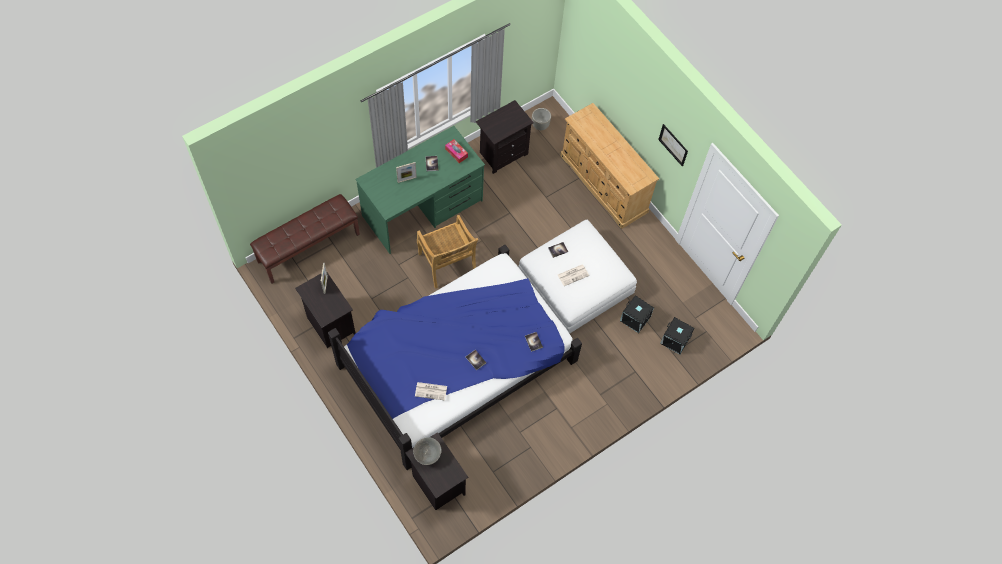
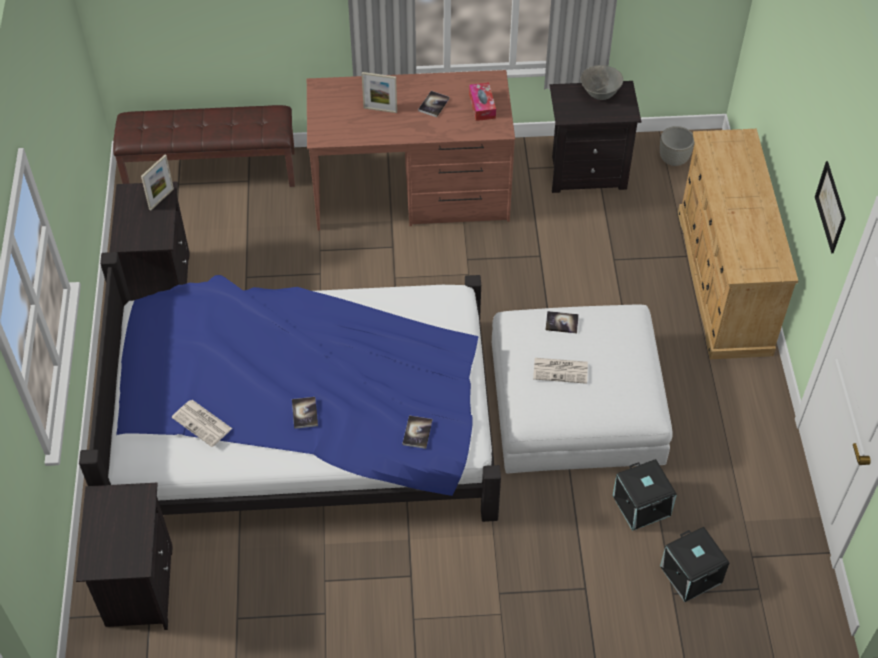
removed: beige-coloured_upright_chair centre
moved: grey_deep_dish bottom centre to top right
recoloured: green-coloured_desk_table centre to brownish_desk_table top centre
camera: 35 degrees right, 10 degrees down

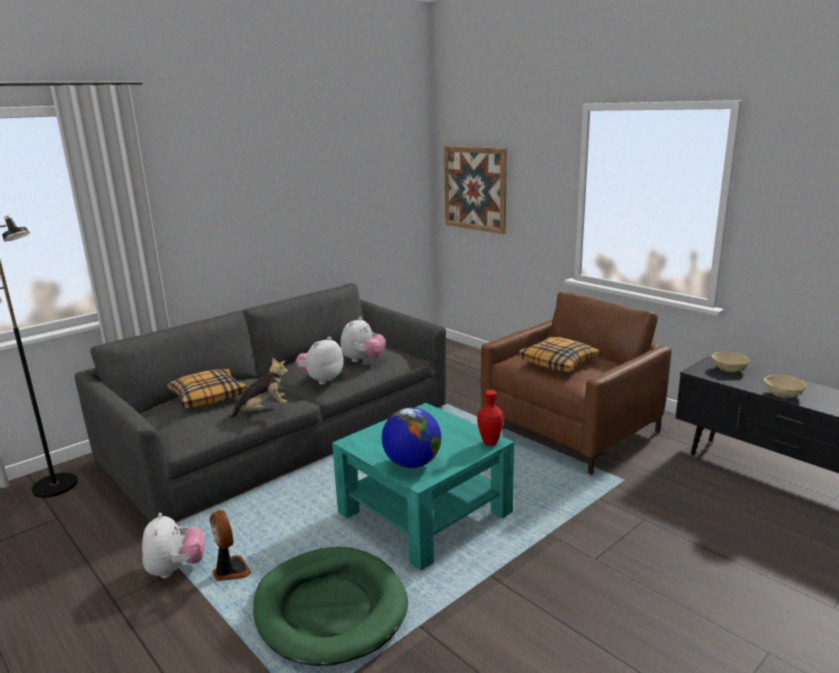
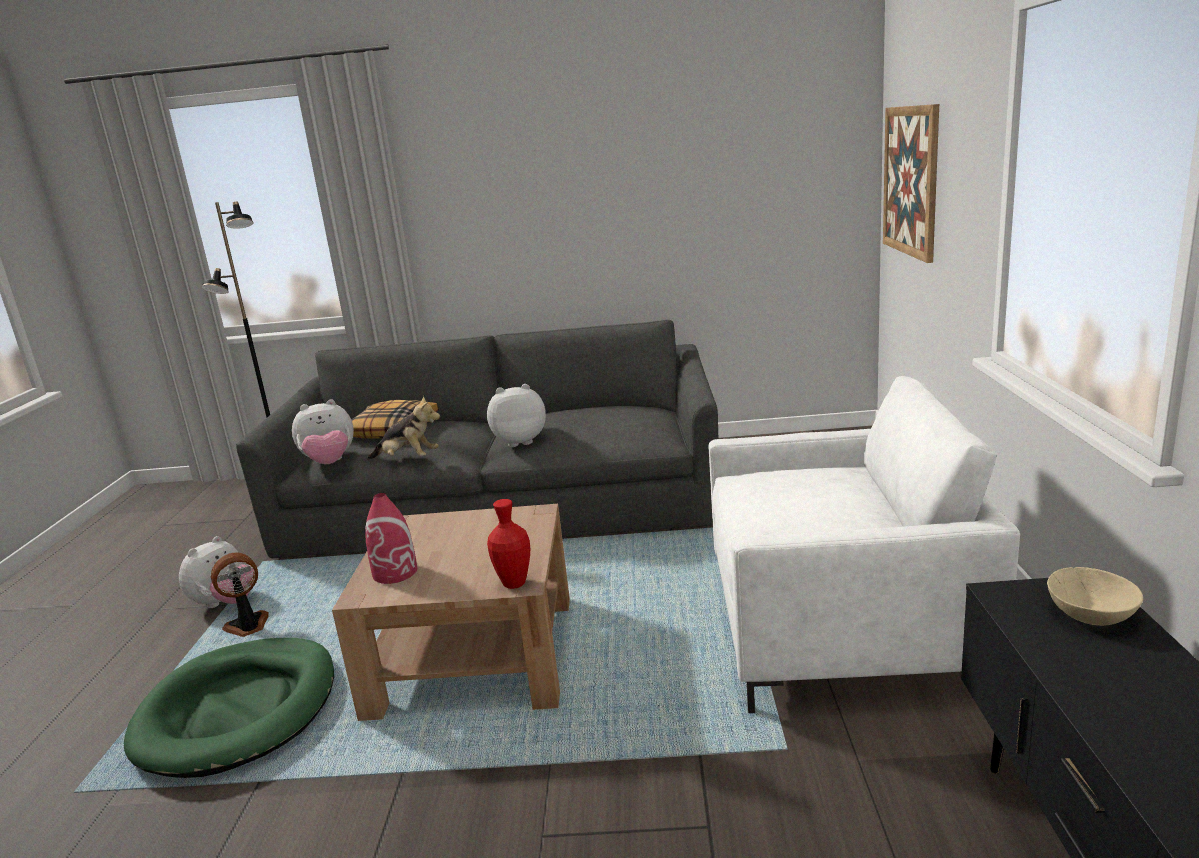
removed: pillow (2nd from left) centre; beige-coloured_deep_dish (2nd from left) middle right
moved: plush_toy (4th from left in the first image) centre to plush_toy (2nd from left) middle left
replaced: desk_globe centre to red_flower_vase (1st from left) middle left
recoloured: turquoise-coloured_lounge_table bottom centre to brownish_lounge_table bottom centre; brownish_armchair middle right to white_armchair middle right
turned: fan bottom left = bottom left 135 degrees counterclockwise
camera: 45 degrees right, 0 degrees up

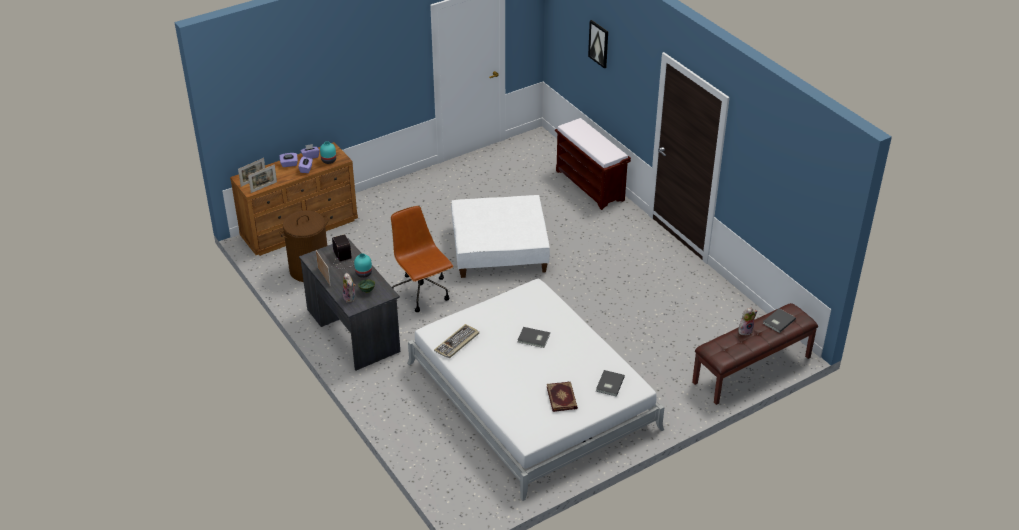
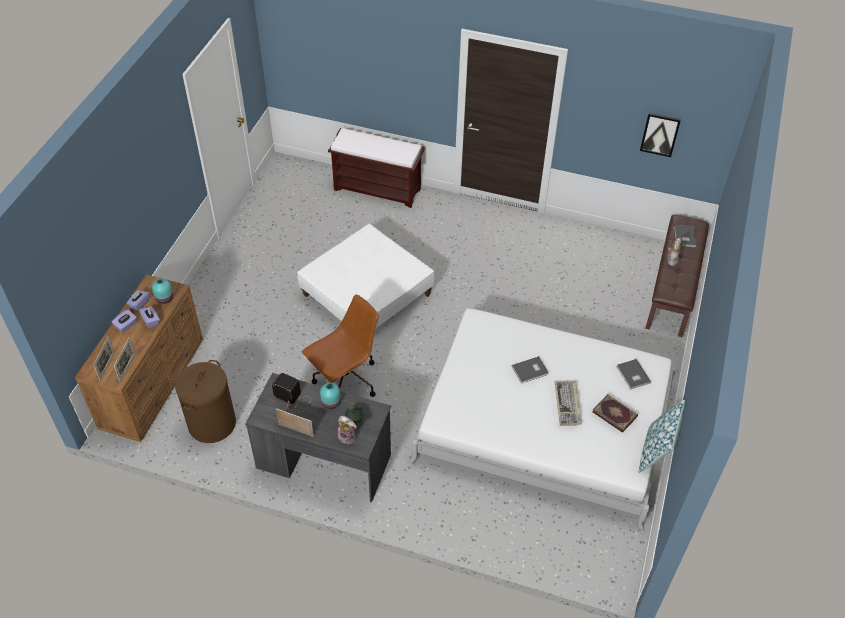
added: pillow bottom right
moved: PC_keyboard centre to middle right; picture top centre to top right
turned: brownish_desk_chair centre = centre 120 degrees clockwise
camera: 40 degrees left, 10 degrees up

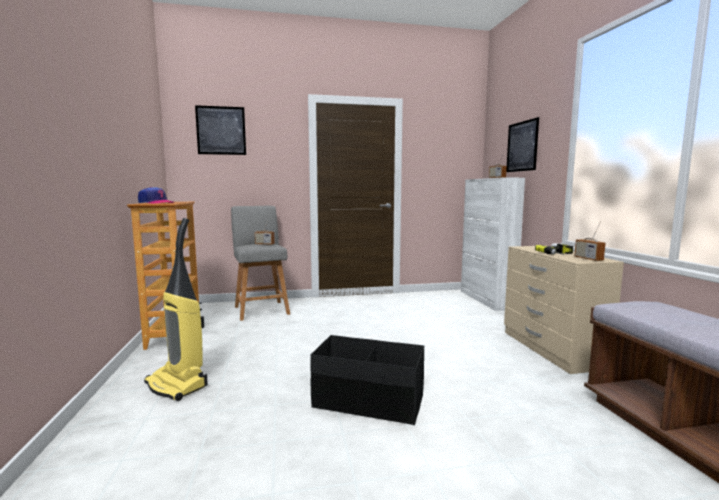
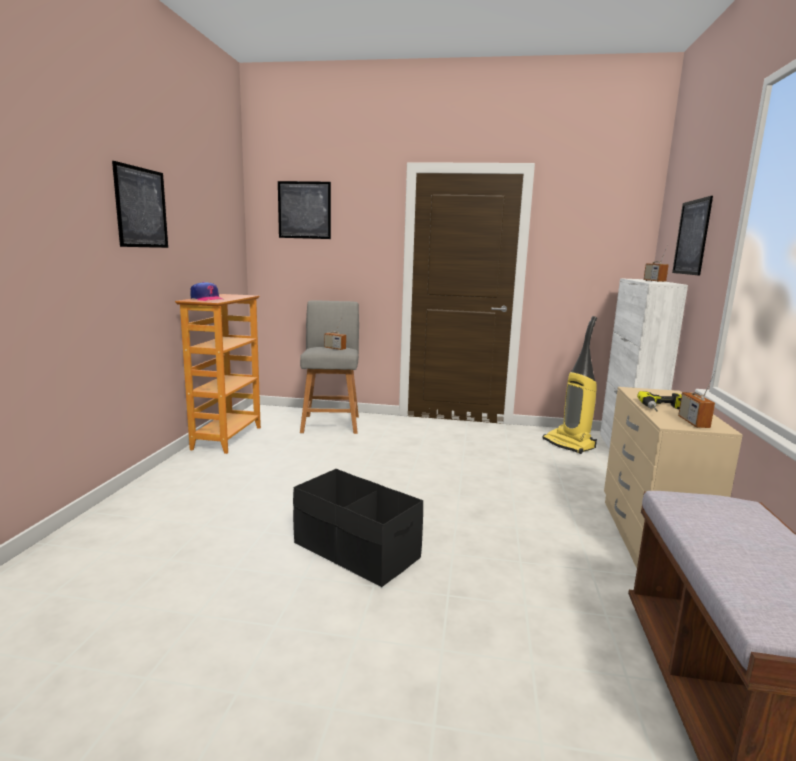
added: picture (1st from left) top left
moved: vacuum middle left to middle right
camera: 20 degrees right, 5 degrees up

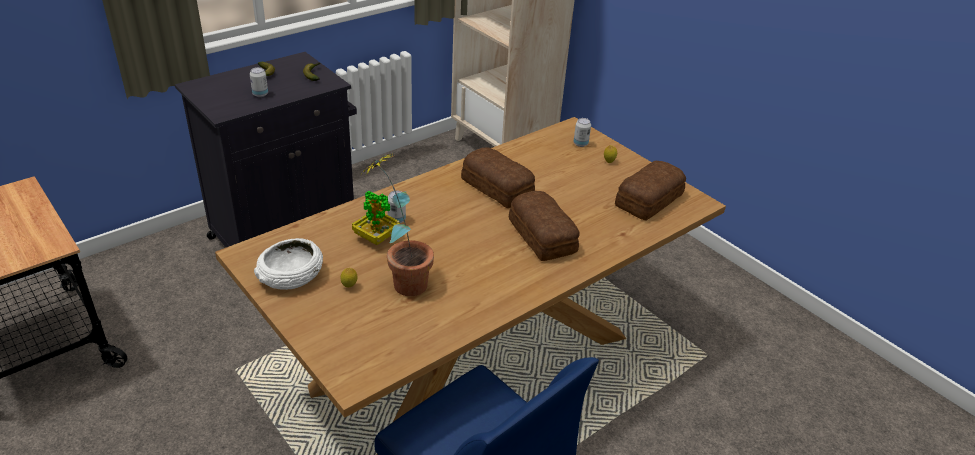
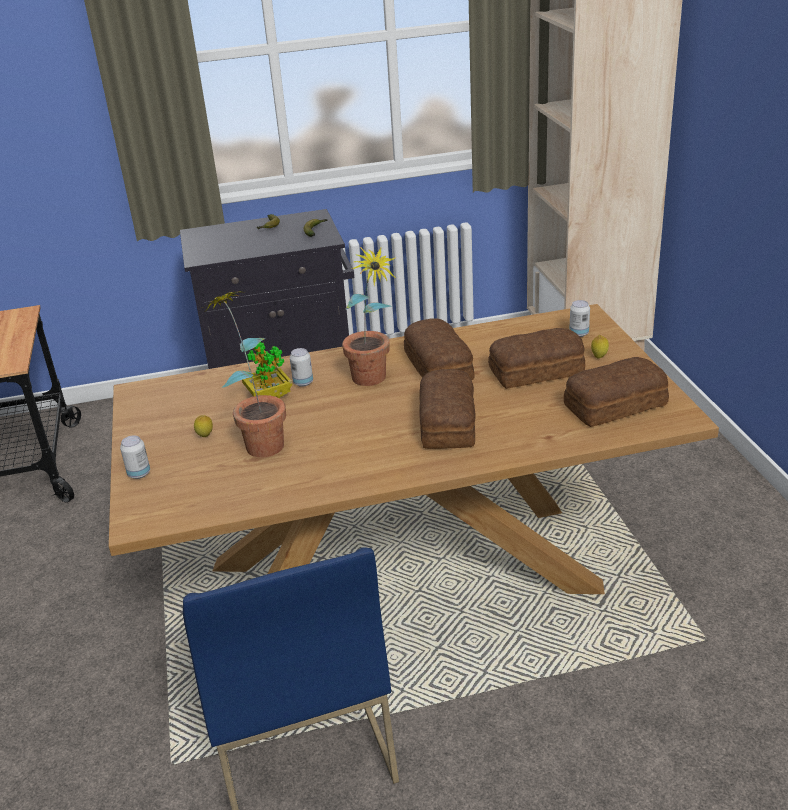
removed: white_deep_dish middle left
added: plant_in_a_pot (3rd from left) centre; bread (3rd from left) middle right
moved: metal_can (1st from left) top left to middle left
camera: 30 degrees right, 5 degrees down

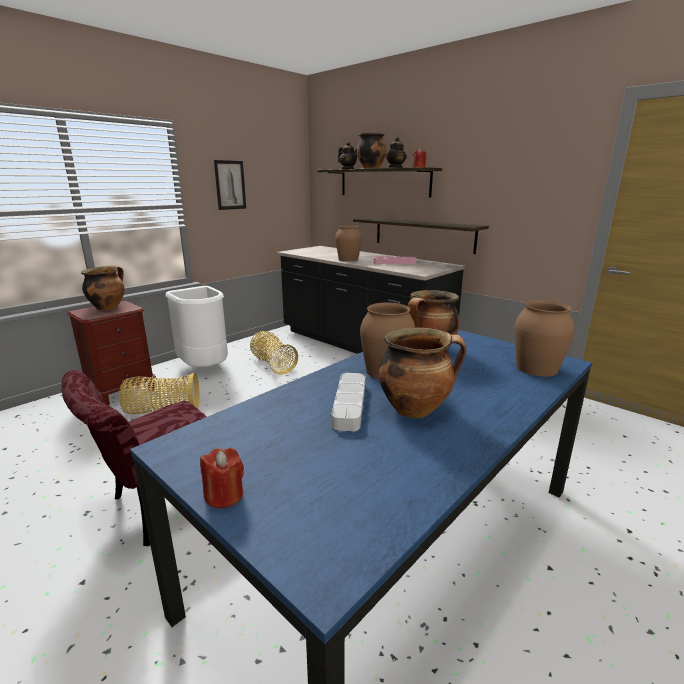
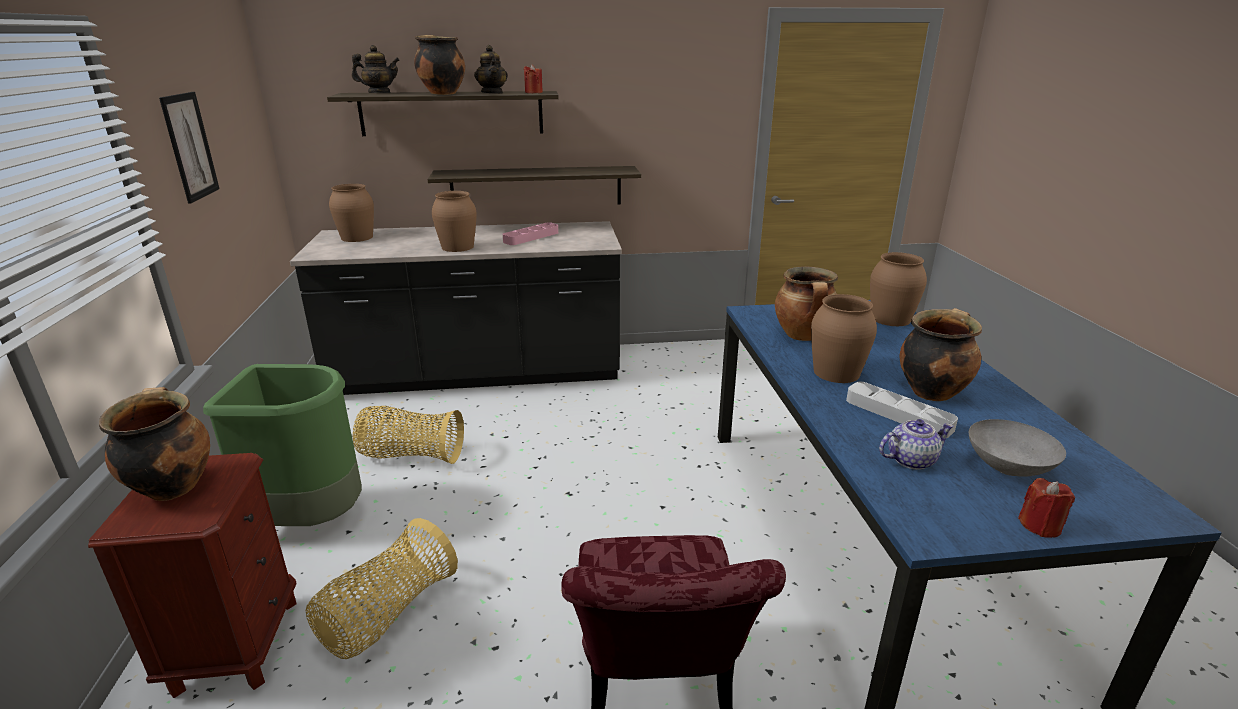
added: brownish_flower_vase (1st from left) top left; pot_for_tea (3rd from left) middle right; grey_deep_dish middle right
recoloured: white_trash_can middle left to green-coloured_trash_can middle left
camera: 50 degrees left, 5 degrees up

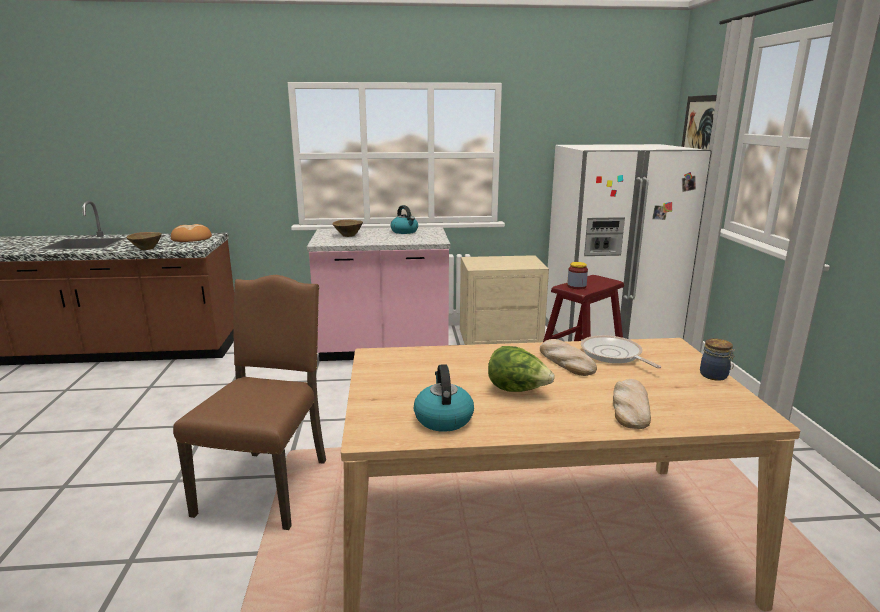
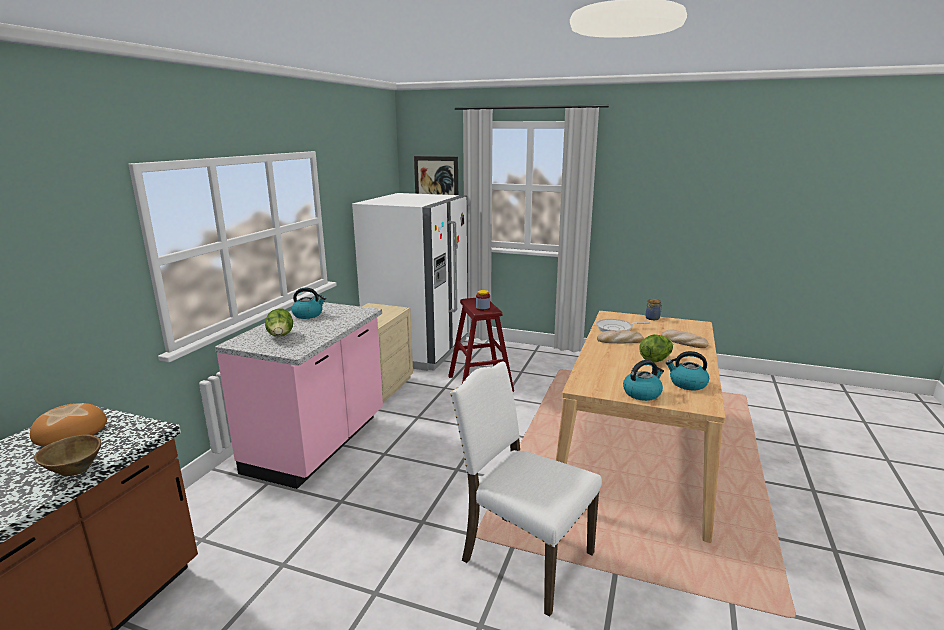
added: water_kettle (2nd from left) middle right
replaced: brownish_deep_dish (2nd from left) centre to lettuce_head (1st from left) middle left
recoloured: brownish_upright_chair middle left to white_upright_chair bottom centre
camera: 65 degrees left, 0 degrees up

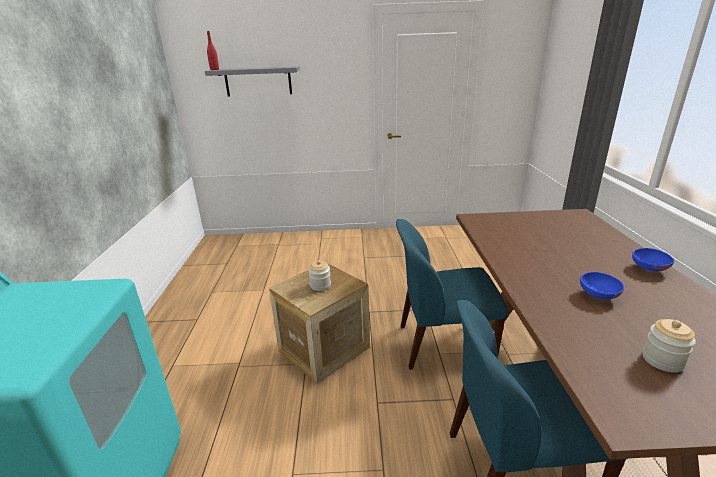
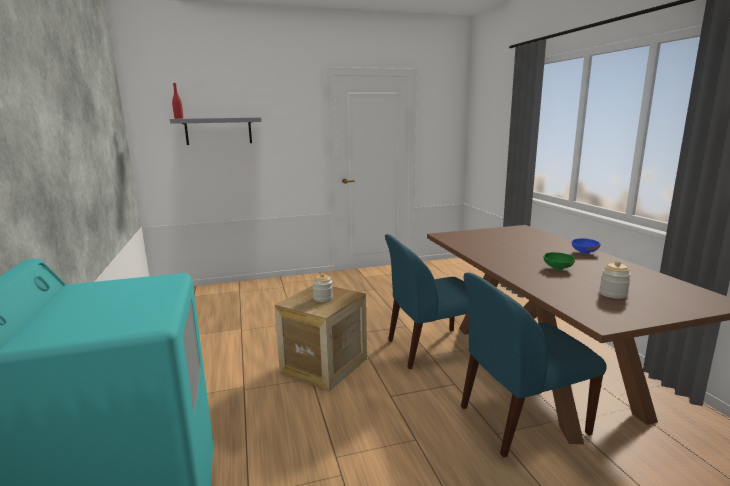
recoloured: bluish_deep_dish (1st from left) middle right to green-coloured_deep_dish middle right
camera: 15 degrees left, 10 degrees down

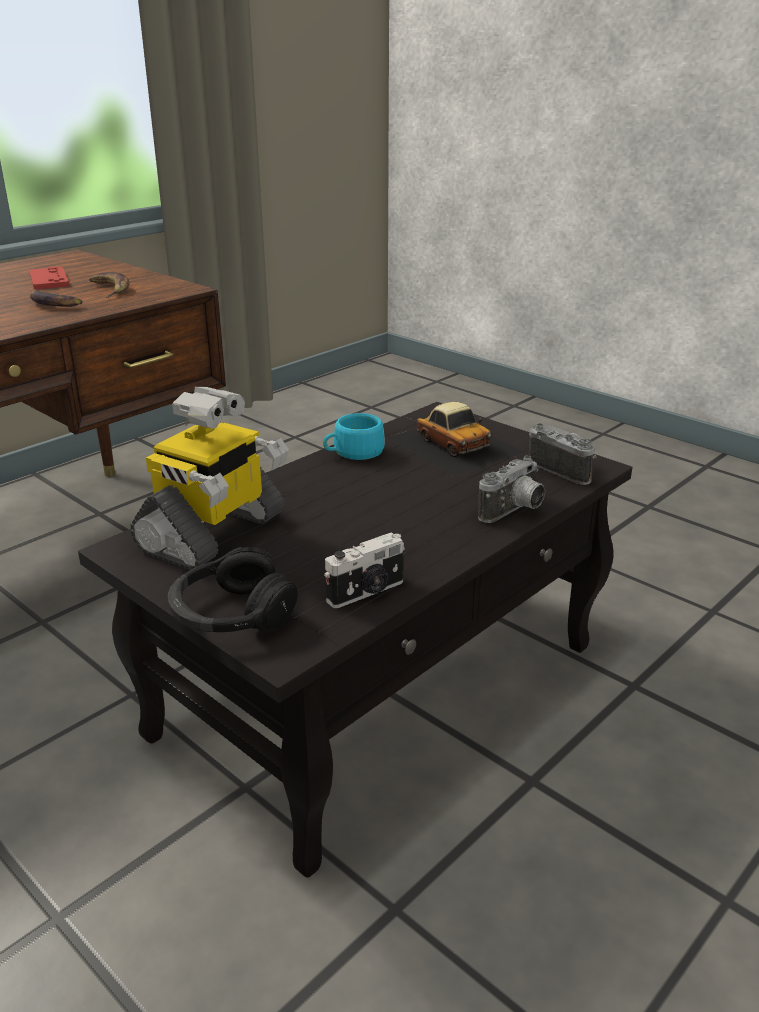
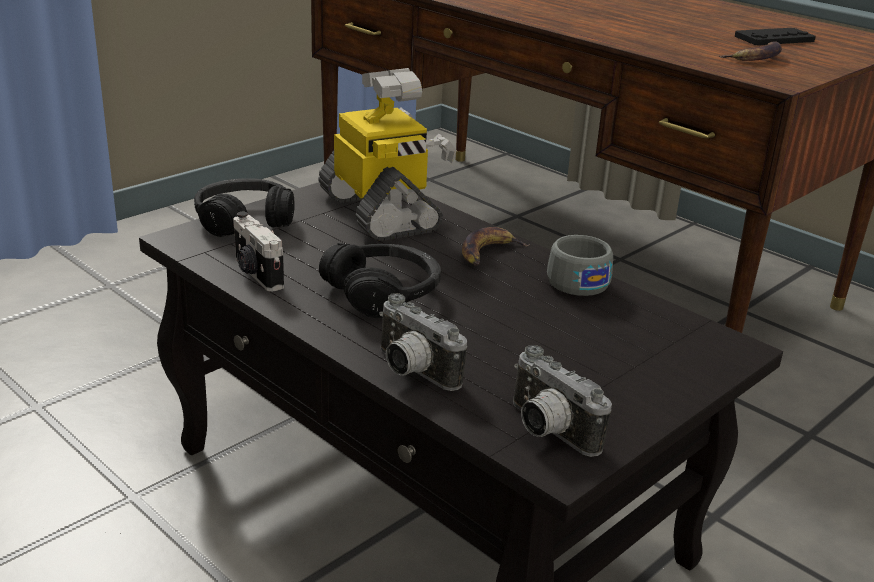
removed: toy_car centre
added: black_pair_of_headphones (2nd from left) centre
moved: banana_fruit (1st from left) top left to centre
recoloured: turquoise-coloured_drinking_cup centre to grey_drinking_cup centre; red_gamepad top left to black_gamepad top right
turned: robot_figure middle left = top centre 150 degrees counterclockwise; photo_camera (3rd from left) middle right = bottom centre 90 degrees clockwise
camera: 90 degrees right, 0 degrees up

